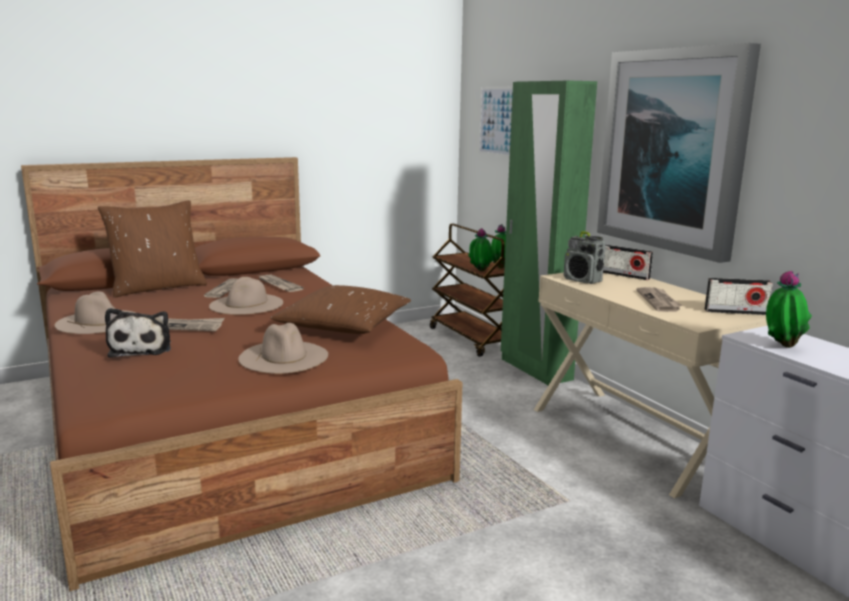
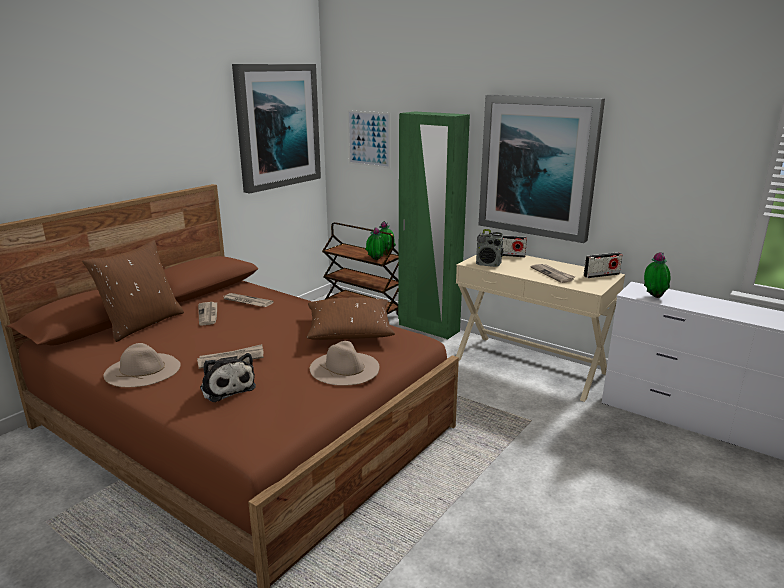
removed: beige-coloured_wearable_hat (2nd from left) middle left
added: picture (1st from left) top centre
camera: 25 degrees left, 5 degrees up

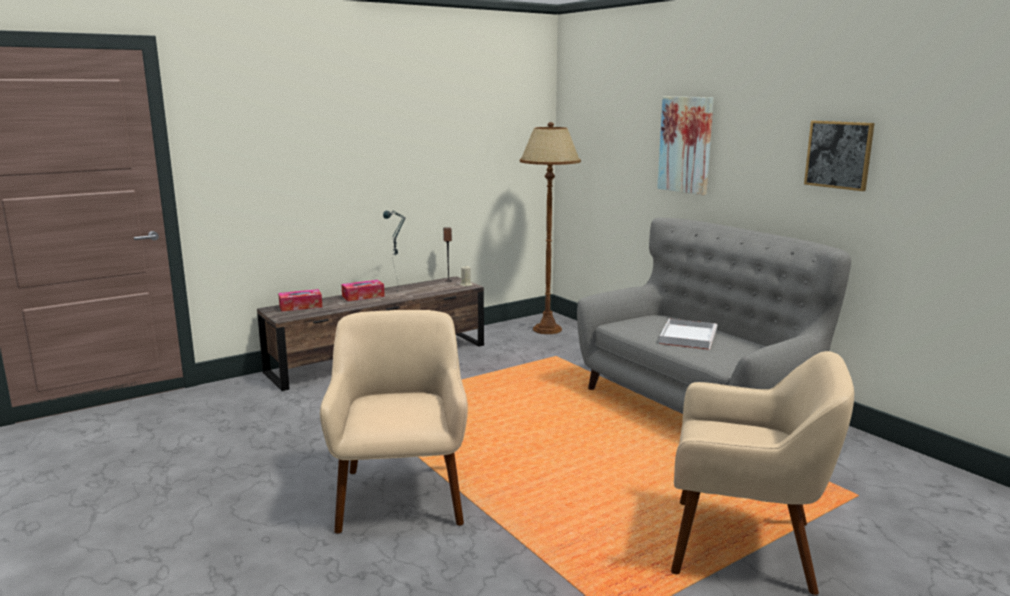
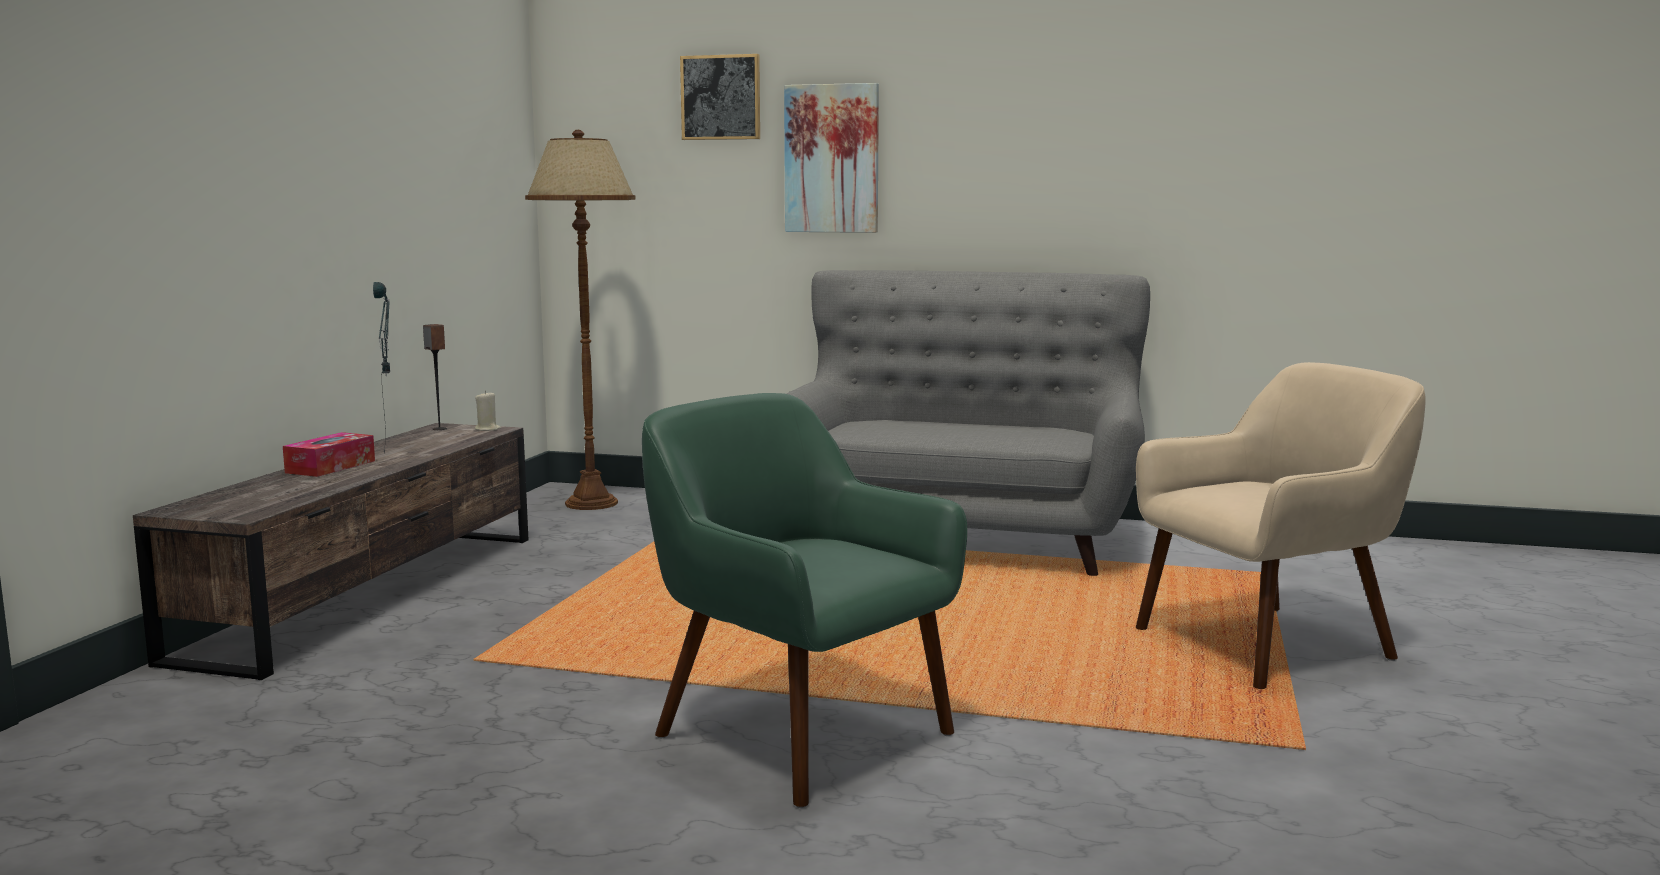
removed: box_of_tissues (1st from left) middle left; white_serving_tray middle right
moved: picture (2nd from left in the first image) top right to picture (1st from left) top centre
recoloured: beige-coloured_armchair (1st from left) bottom centre to green-coloured_armchair bottom centre
camera: 40 degrees left, 5 degrees down

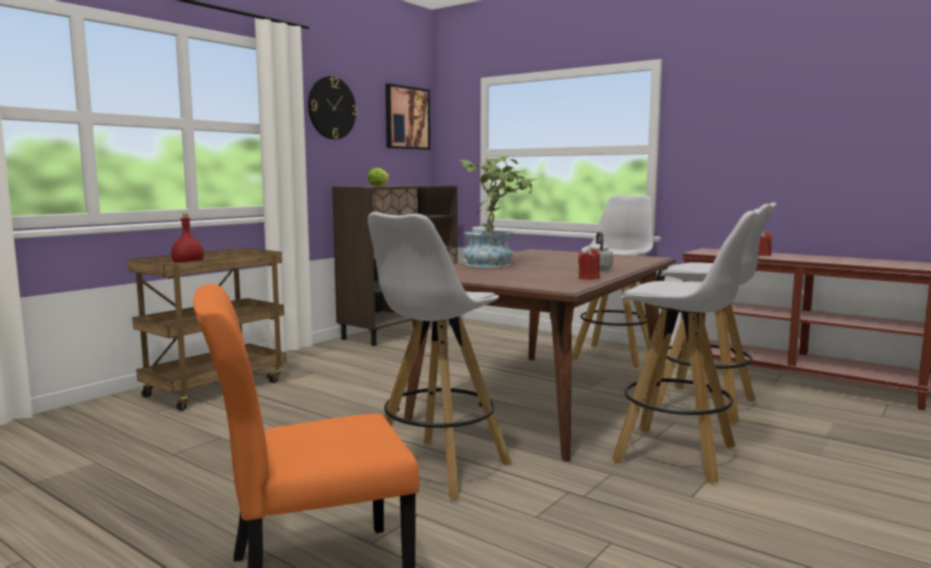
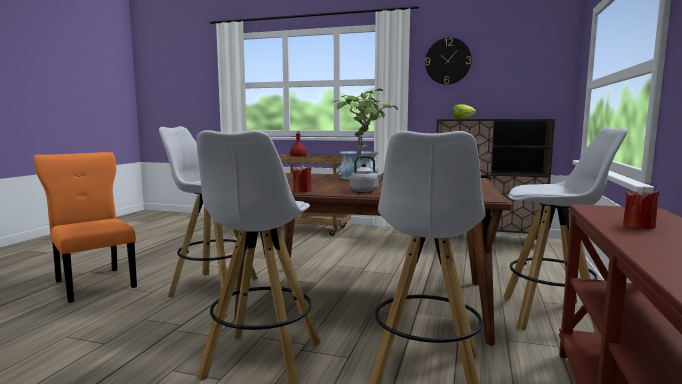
removed: picture top centre
camera: 70 degrees right, 0 degrees up

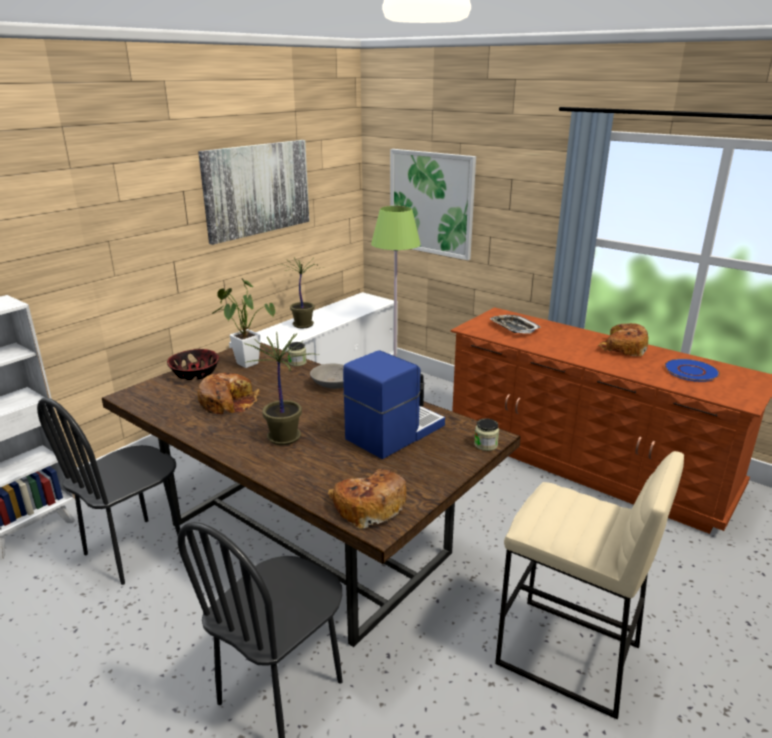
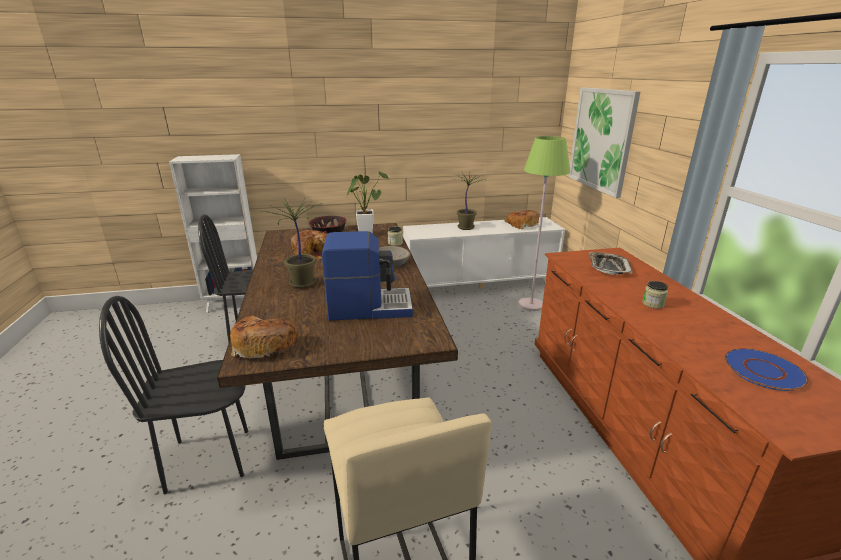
removed: picture (1st from left) top left
moved: bread (3rd from left) middle right to centre; storage_jar (2nd from left) centre to middle right
camera: 40 degrees right, 0 degrees up

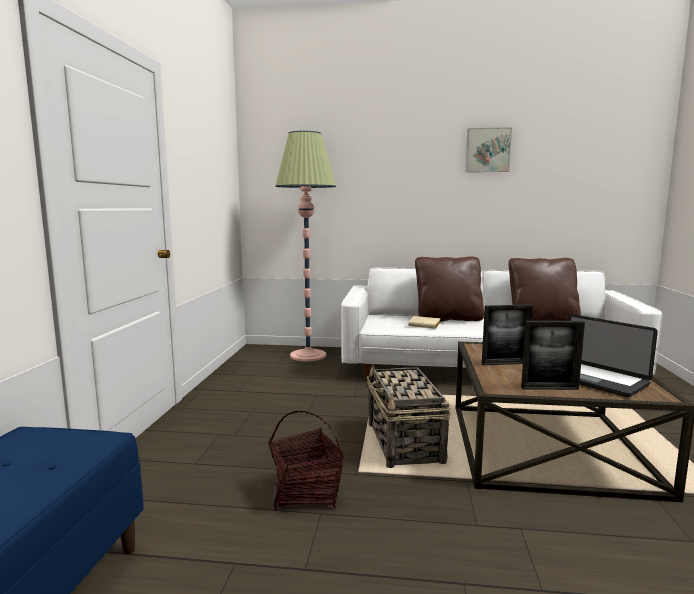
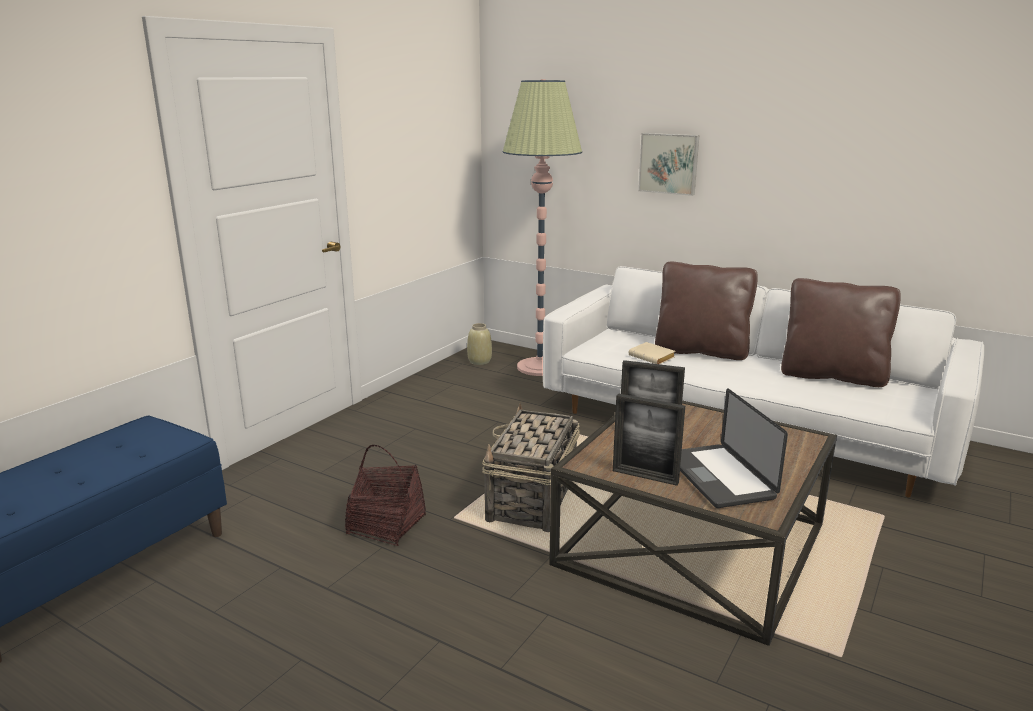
added: beige-coloured_flower_vase centre
moved: picture top right to top centre
camera: 25 degrees right, 10 degrees up

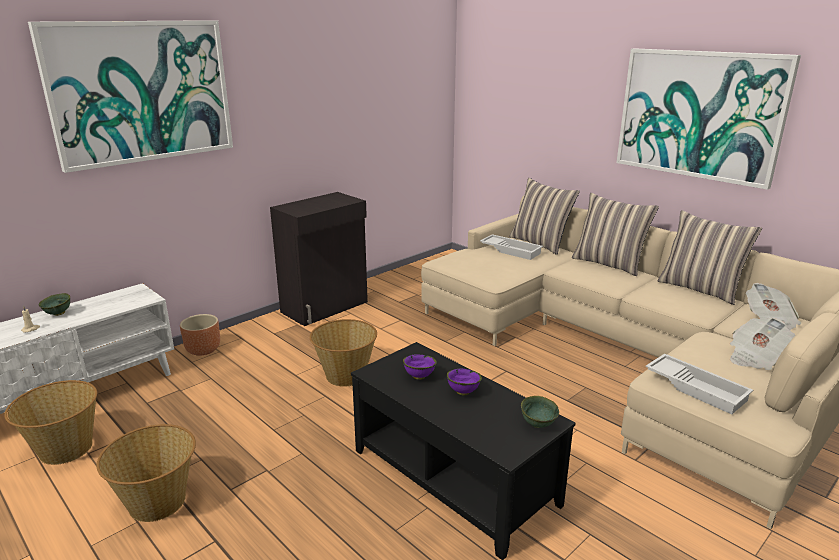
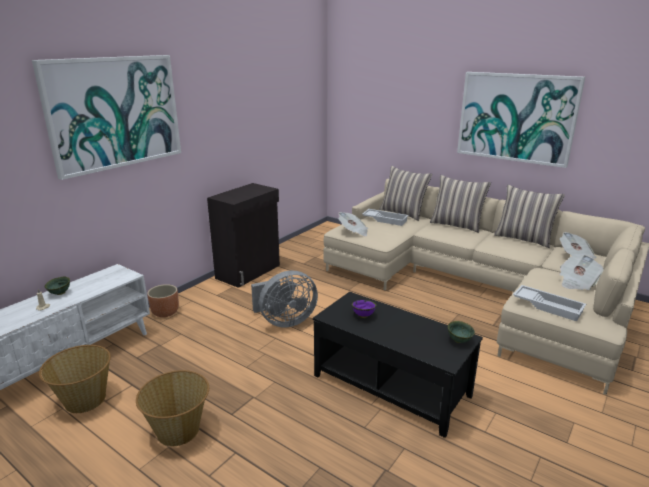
removed: purple-coloured_deep_dish (2nd from left) bottom centre
added: newspaper (1st from left) centre
replaced: storage_basket (3rd from left) centre to grey_fan centre
camera: 10 degrees left, 0 degrees up

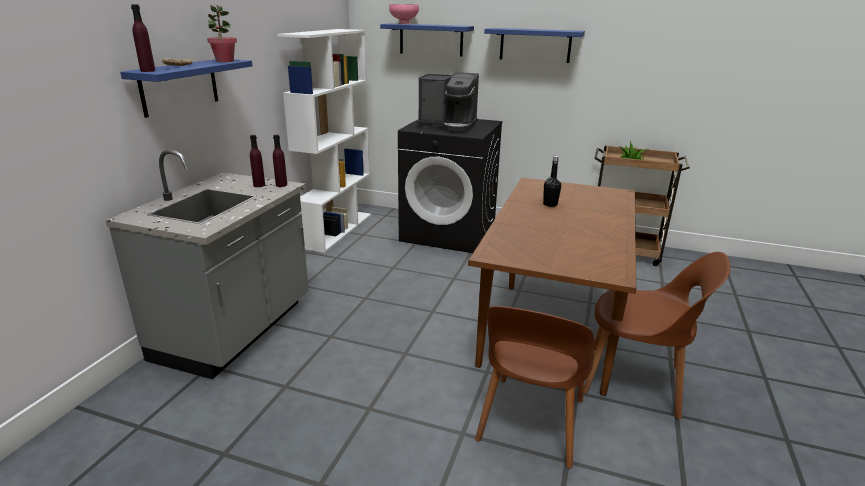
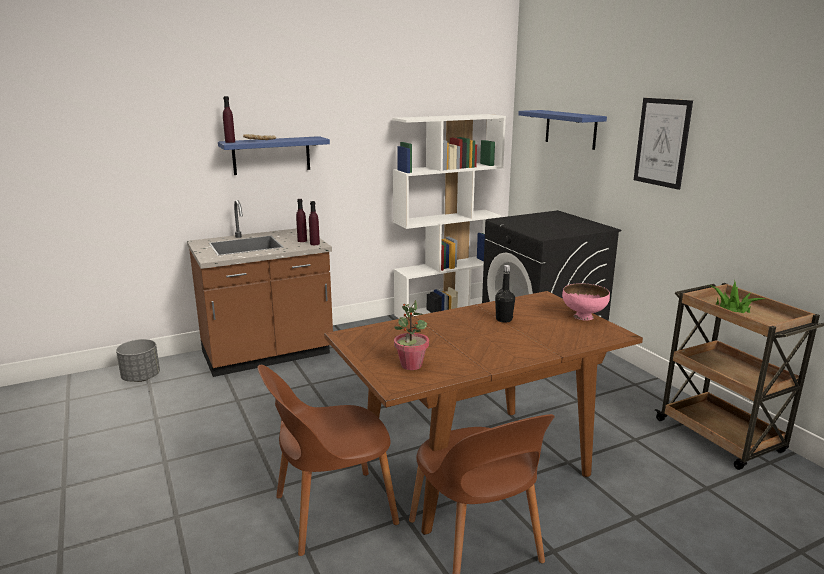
removed: coffee_maker top centre
added: grey_flower_pot middle left
moved: plant_in_a_pot (1st from left) top left to centre; pink-coloured_deep_dish top centre to middle right
replaced: bluish_bracket_shelf (3rd from left) top centre to picture top right
recoloured: grey_kitchen_base_unit middle left to brownish_kitchen_base_unit middle left
camera: 45 degrees right, 5 degrees down

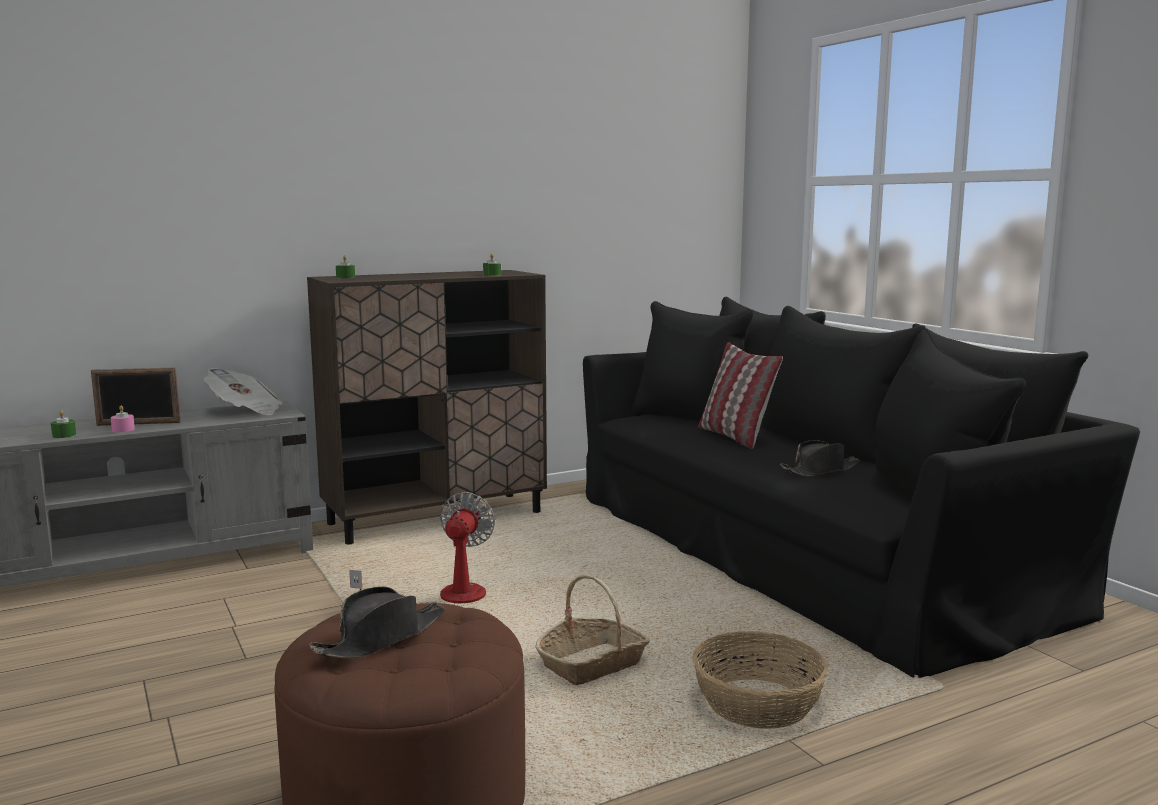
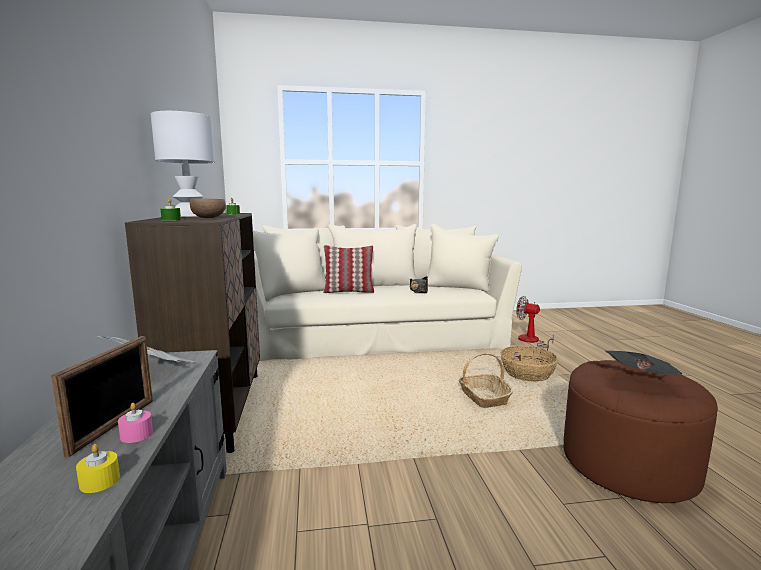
added: white_lamp_for_a_table top left; brownish_deep_dish middle left
moved: fan bottom centre to middle right
replaced: black_wearable_hat (1st from left) bottom left to newspaper (2nd from left) middle right
recoloured: green-coloured_candle (1st from left) middle left to yellow_candle bottom left; black_couch middle right to beige-coloured_couch centre
camera: 70 degrees left, 0 degrees up

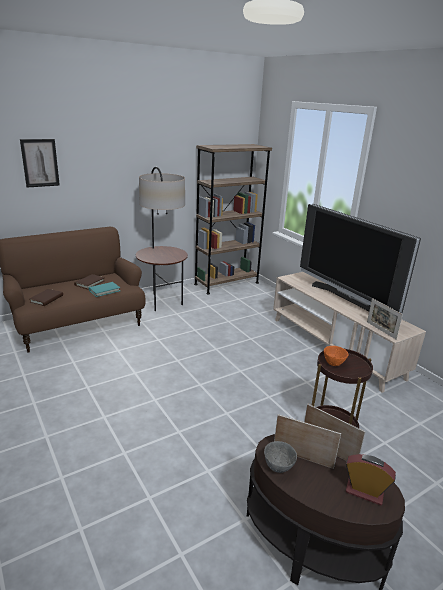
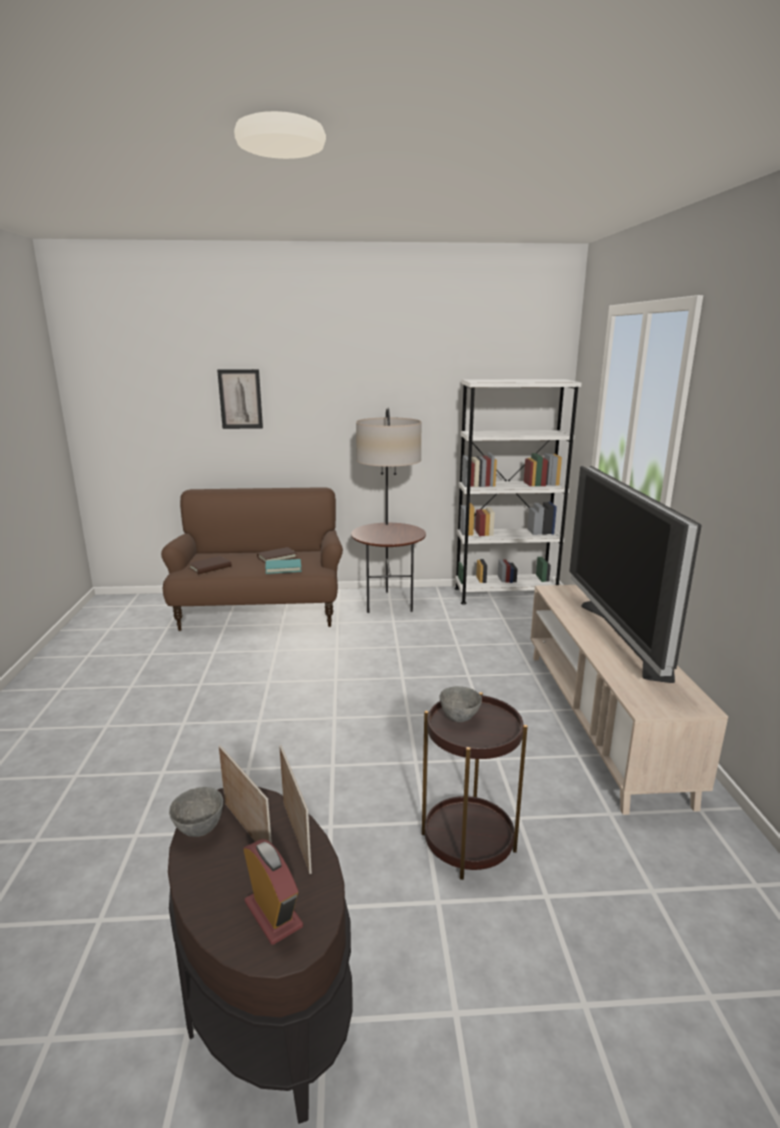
removed: photo_frame (3rd from left) middle right
recoloured: orange_deep_dish middle right to grey_deep_dish (2nd from left) centre; brownish_shelving_unit centre to white_shelving_unit centre
camera: 30 degrees right, 5 degrees down

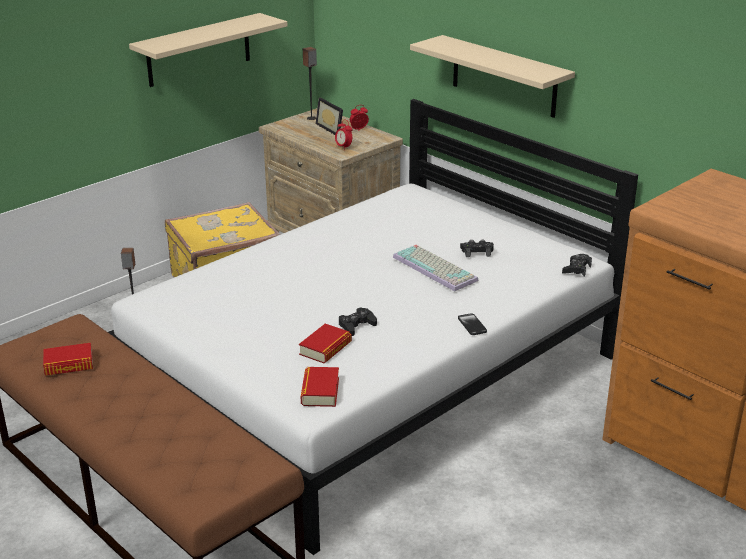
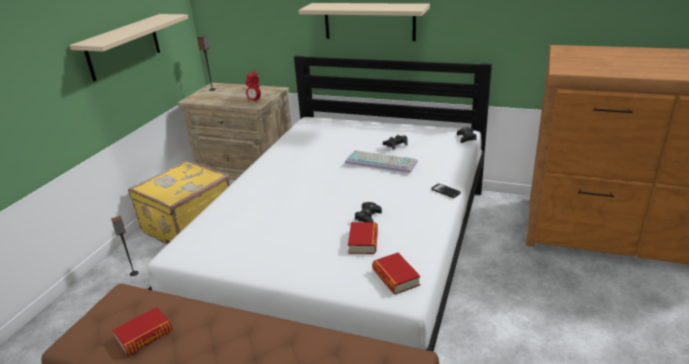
removed: photo_frame top centre
camera: 25 degrees left, 0 degrees up

